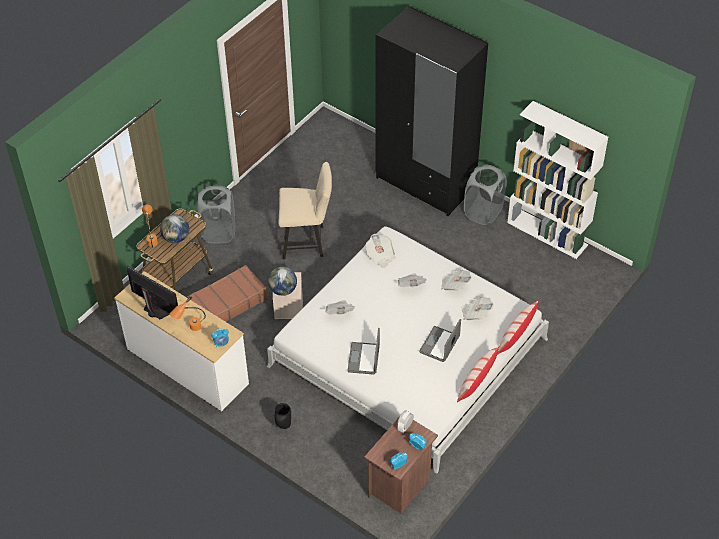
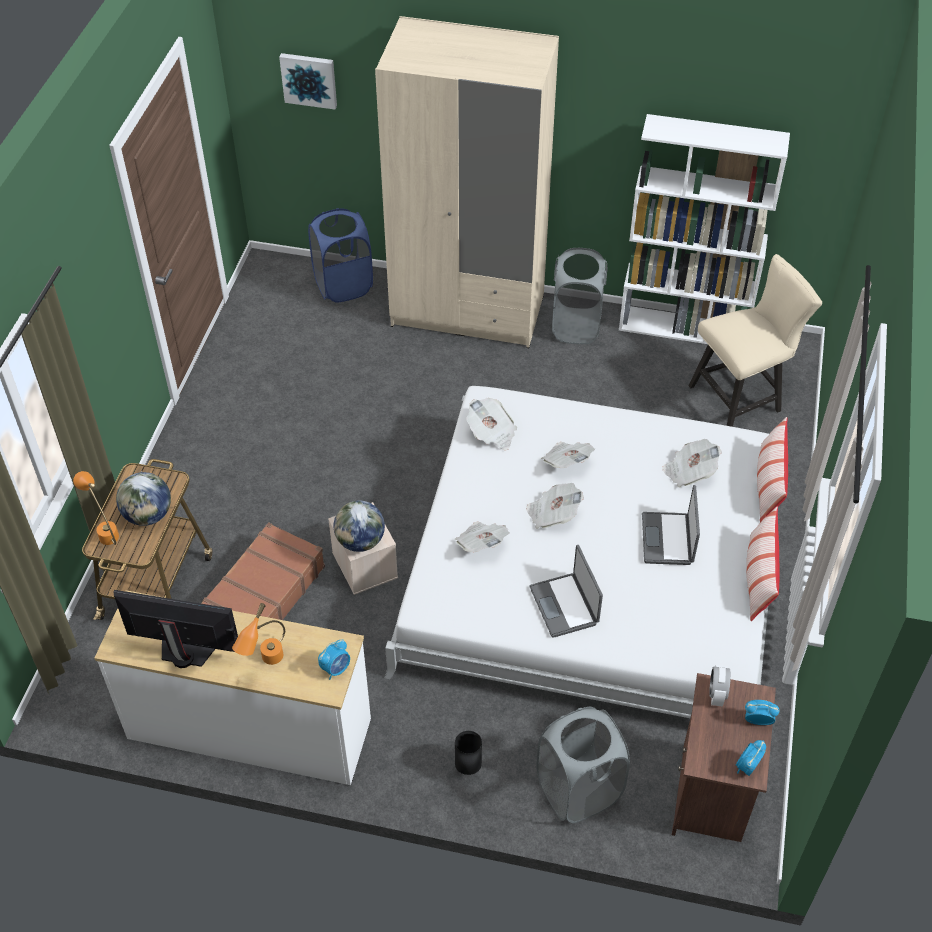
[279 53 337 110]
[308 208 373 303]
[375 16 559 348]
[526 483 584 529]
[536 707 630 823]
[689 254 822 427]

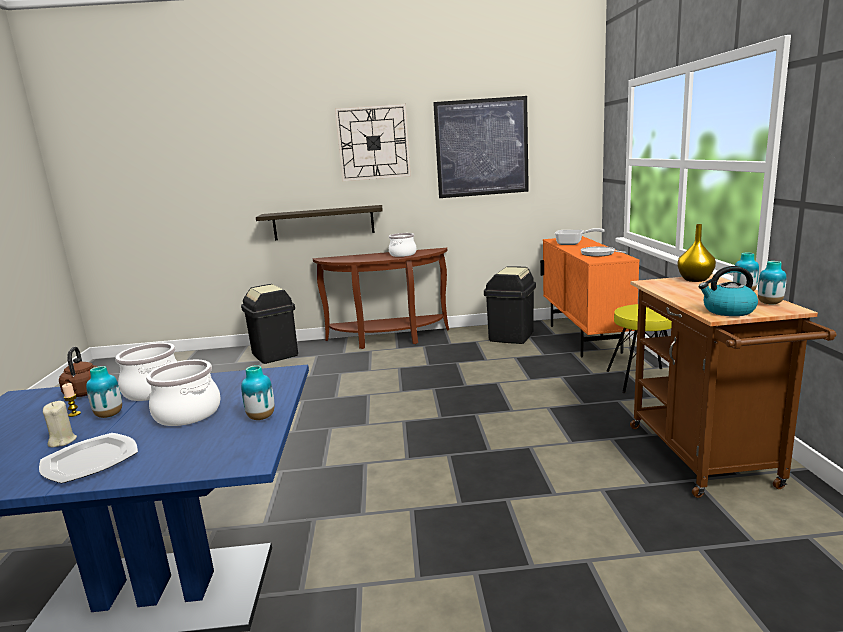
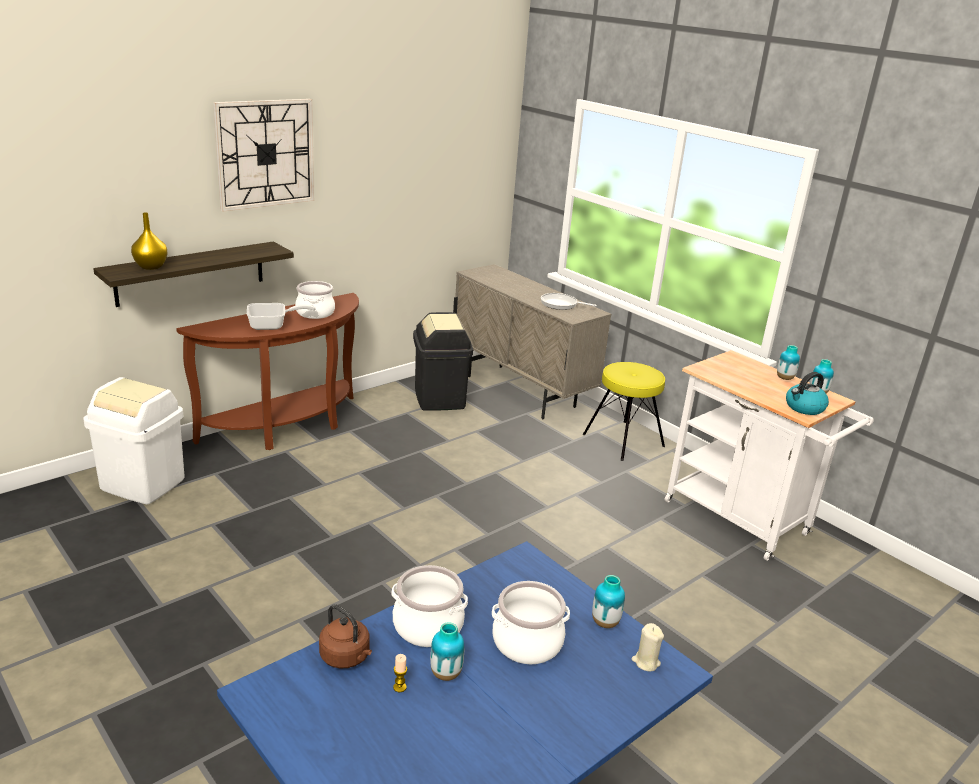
[83 377 185 504]
[131 213 168 270]
[247 303 316 330]
[453 264 611 420]
[631 623 664 671]
[665 350 873 561]
[39 433 138 483] (first image)
[433 96 529 198] (first image)

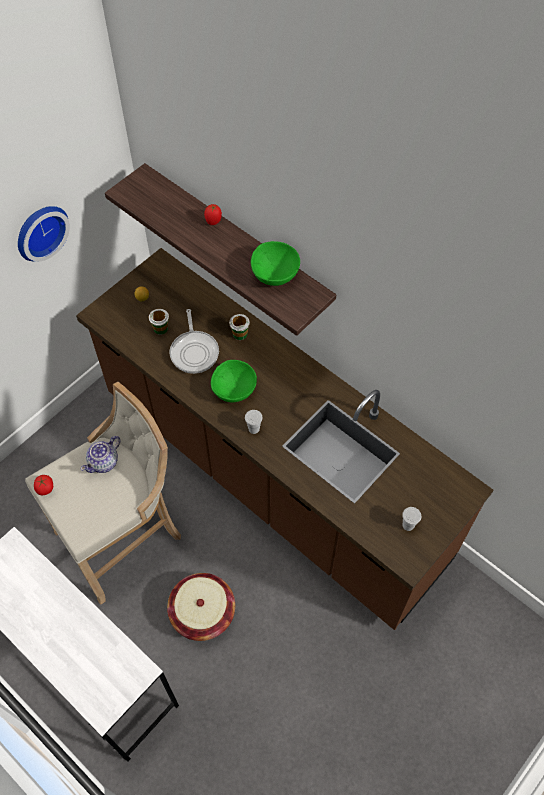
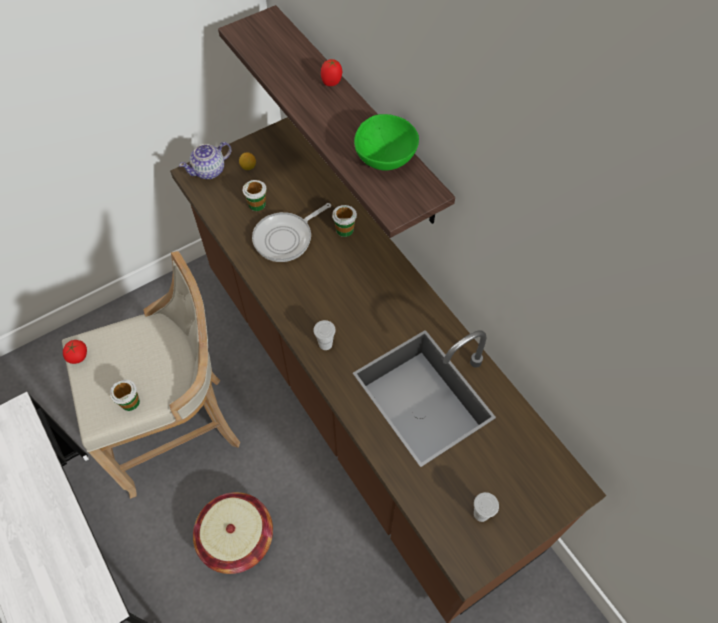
[110 380 140 411]
[179 142 231 179]
[252 203 331 262]
[18 206 70 262] (first image)
[211 360 257 402] (first image)

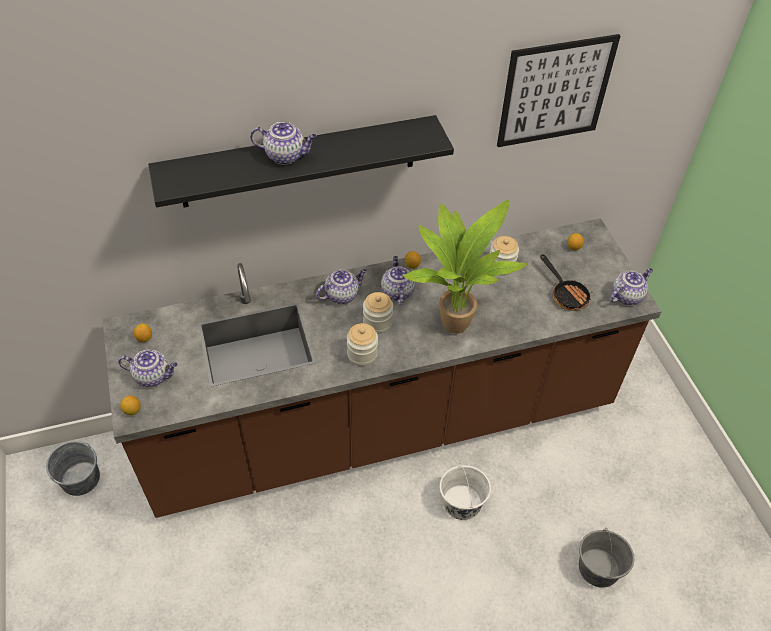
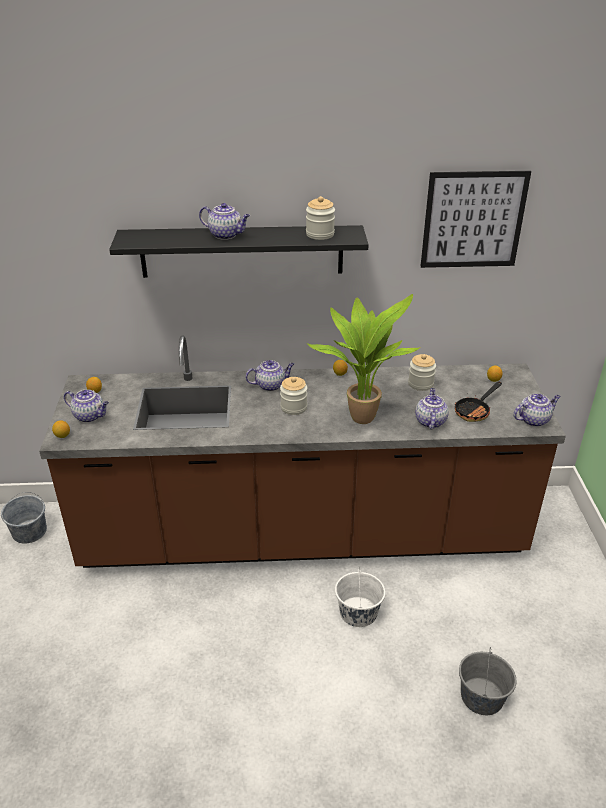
[306 196 335 240]
[415 388 449 429]
[455 382 502 422]

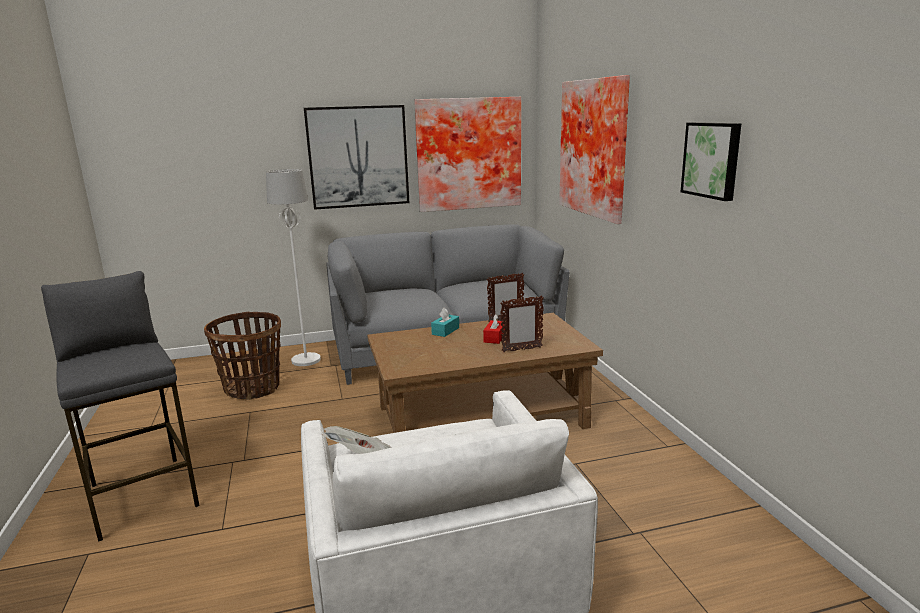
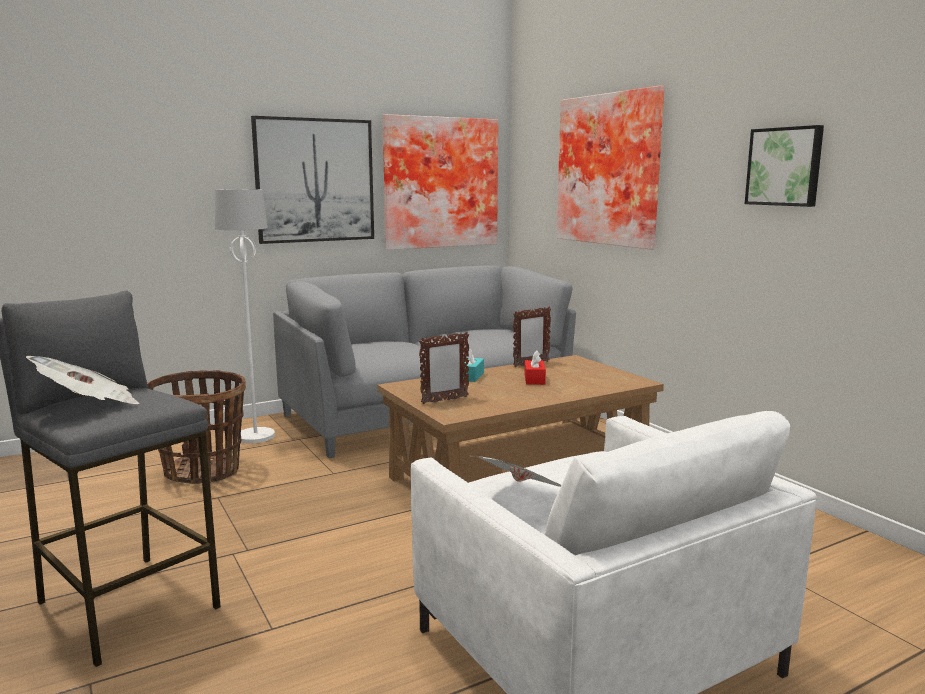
[26 356 139 404]
[419 332 469 404]

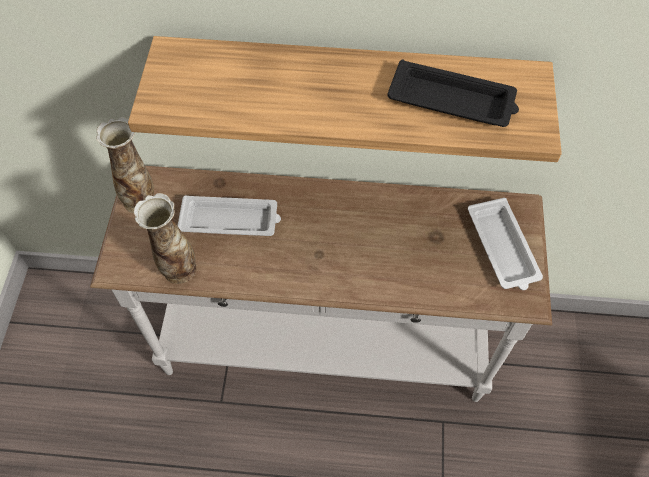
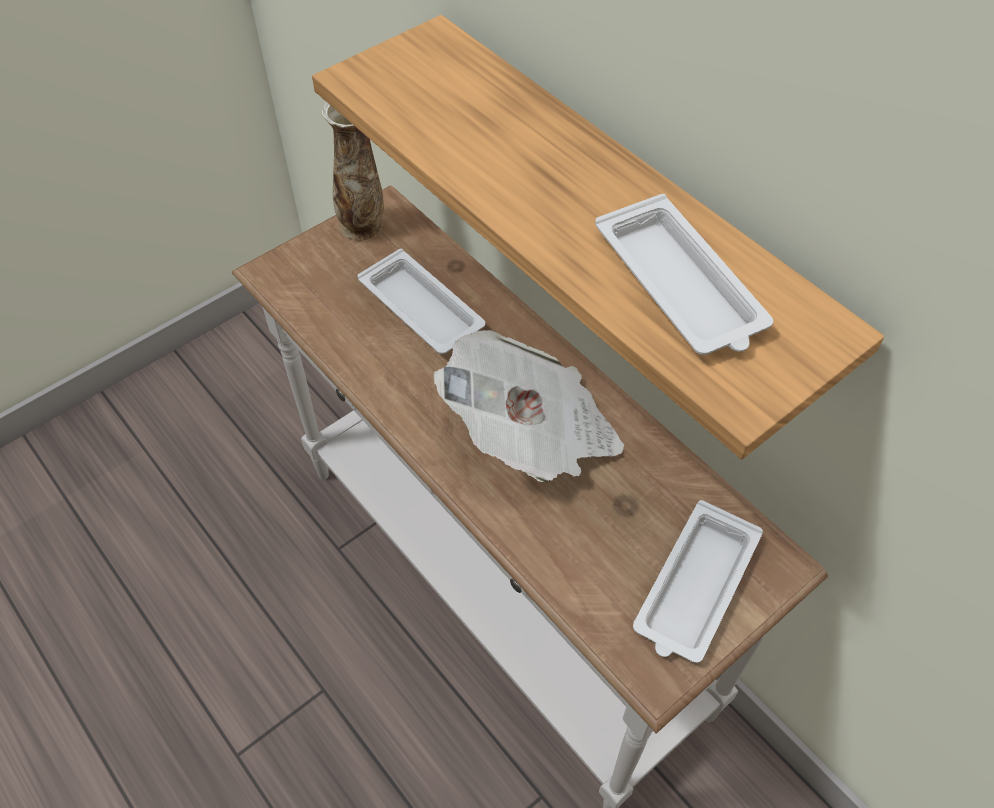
[433 330 624 482]
[595 194 773 355]
[134 193 196 284] (first image)

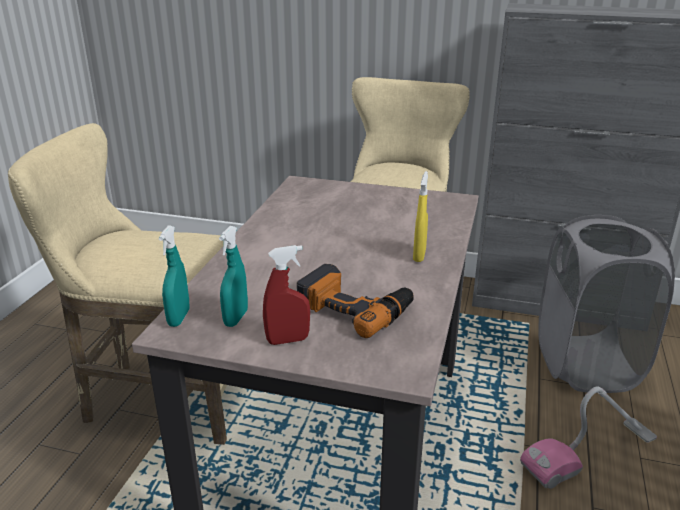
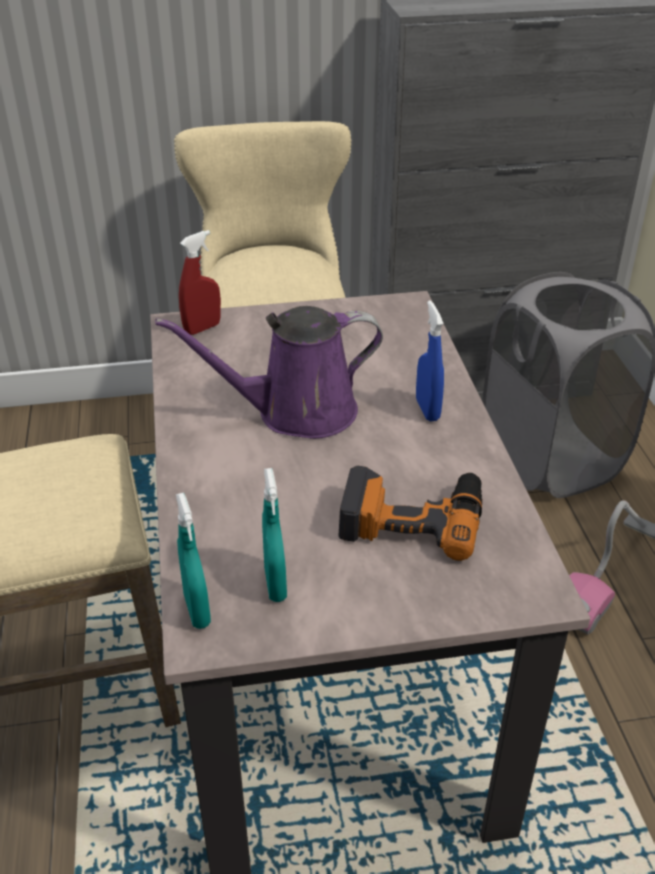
[155 306 383 439]
[179 230 221 335]
[416 300 444 421]

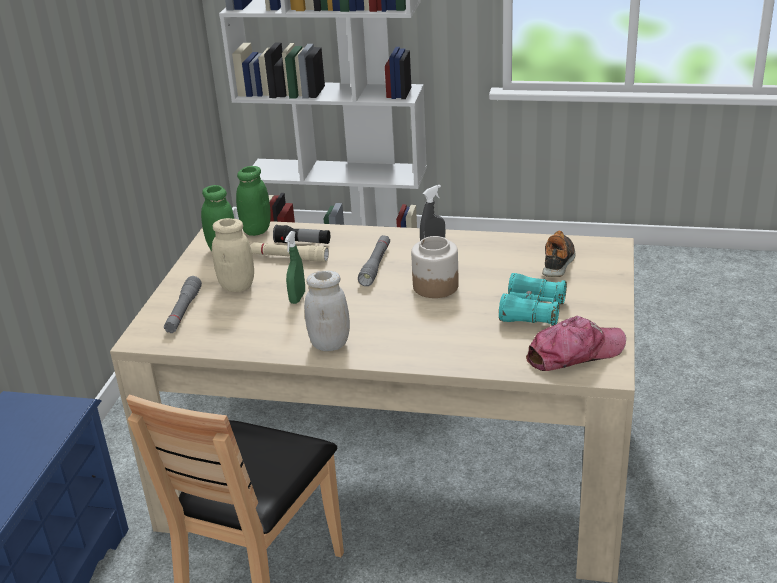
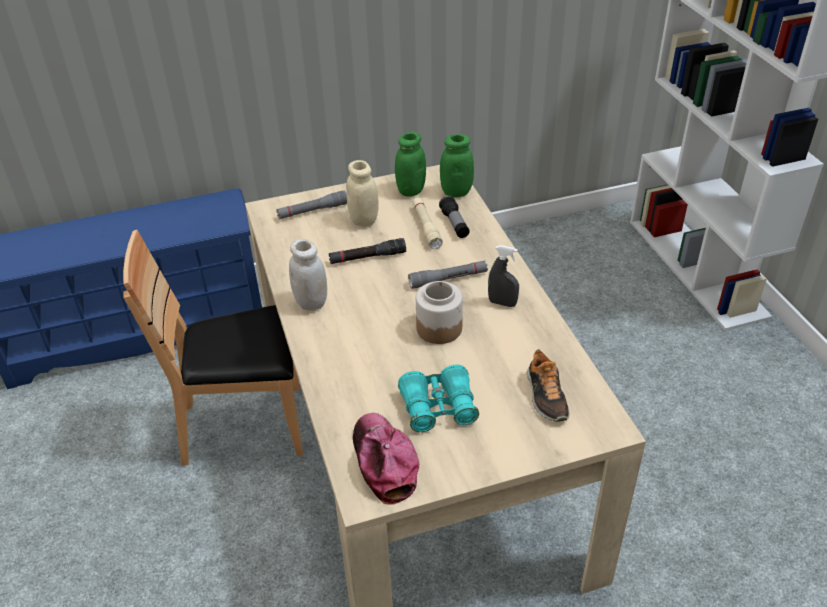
[329 238 406 264]
[353 413 419 505]
[527 349 570 421]

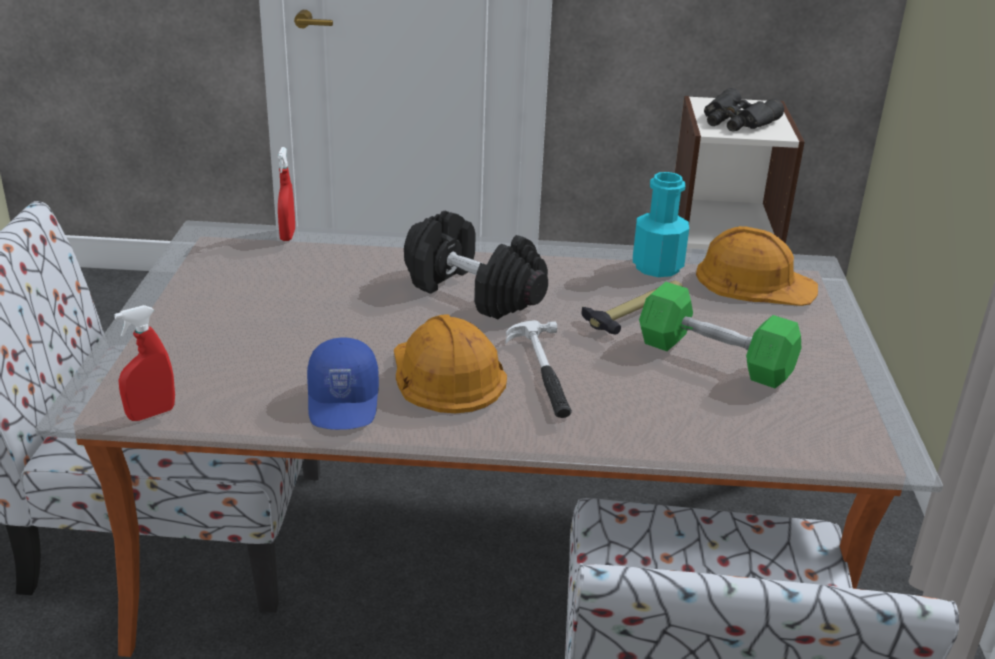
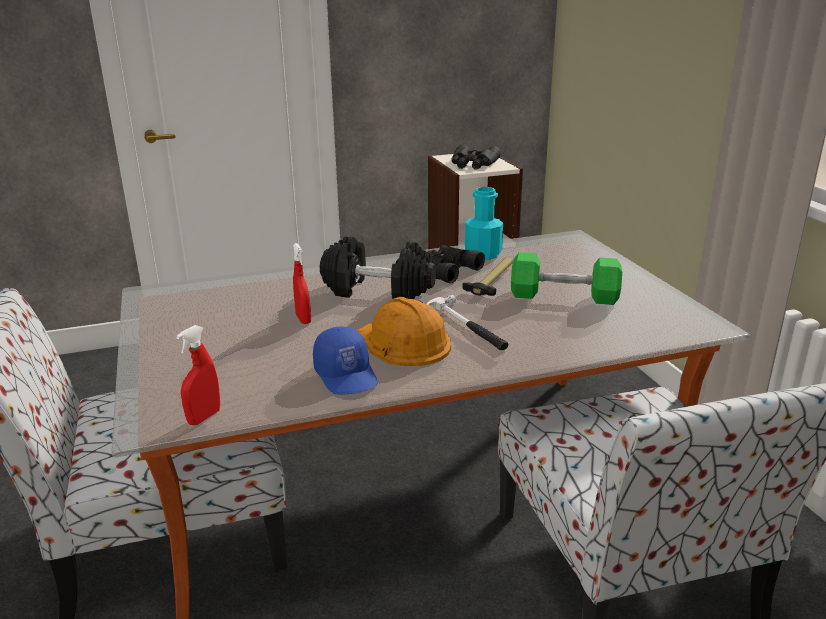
[293 243 311 324]
[427 245 485 283]
[696 226 818 306] (first image)

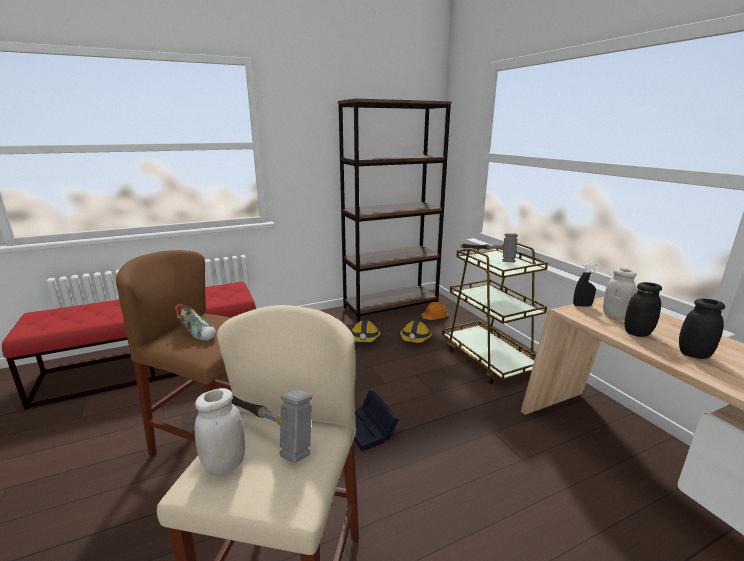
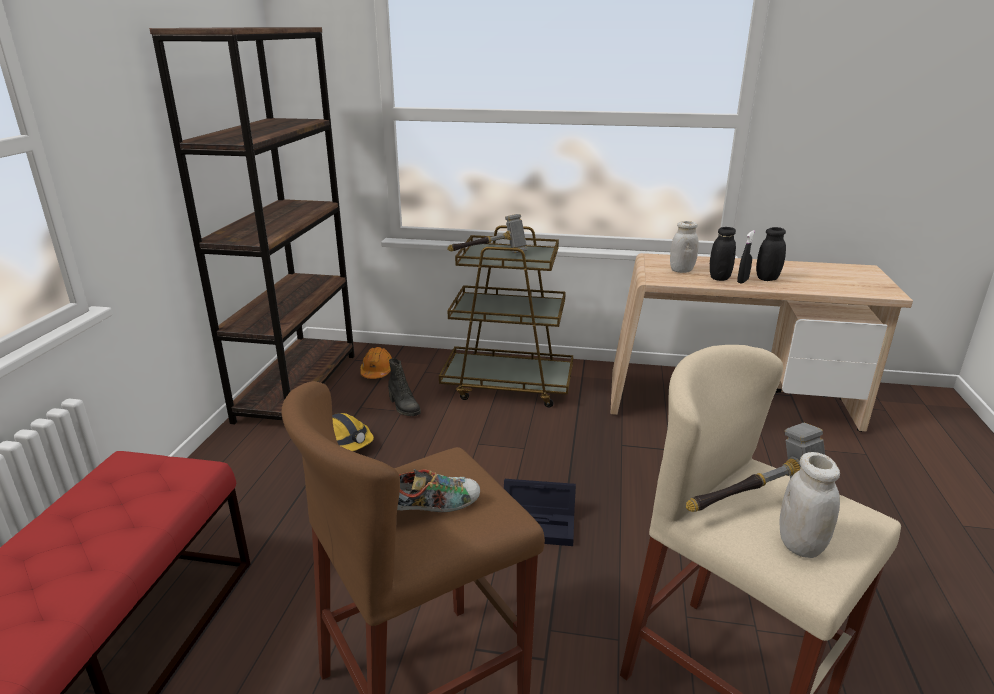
[388 358 421 416]
[737 230 755 283]

